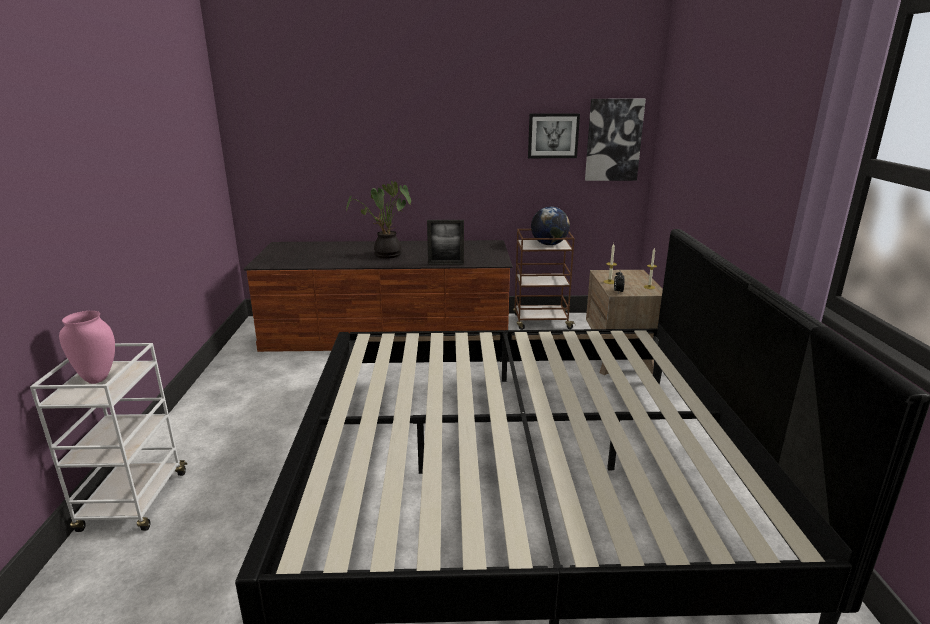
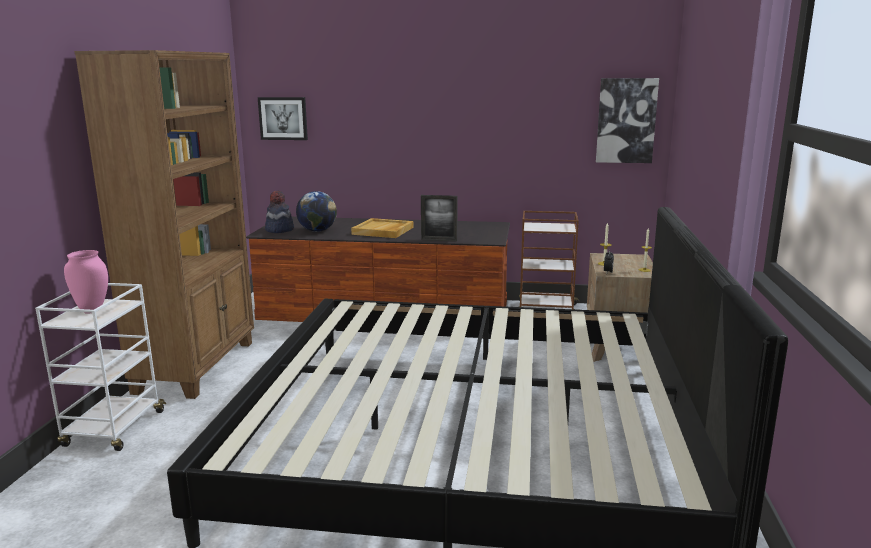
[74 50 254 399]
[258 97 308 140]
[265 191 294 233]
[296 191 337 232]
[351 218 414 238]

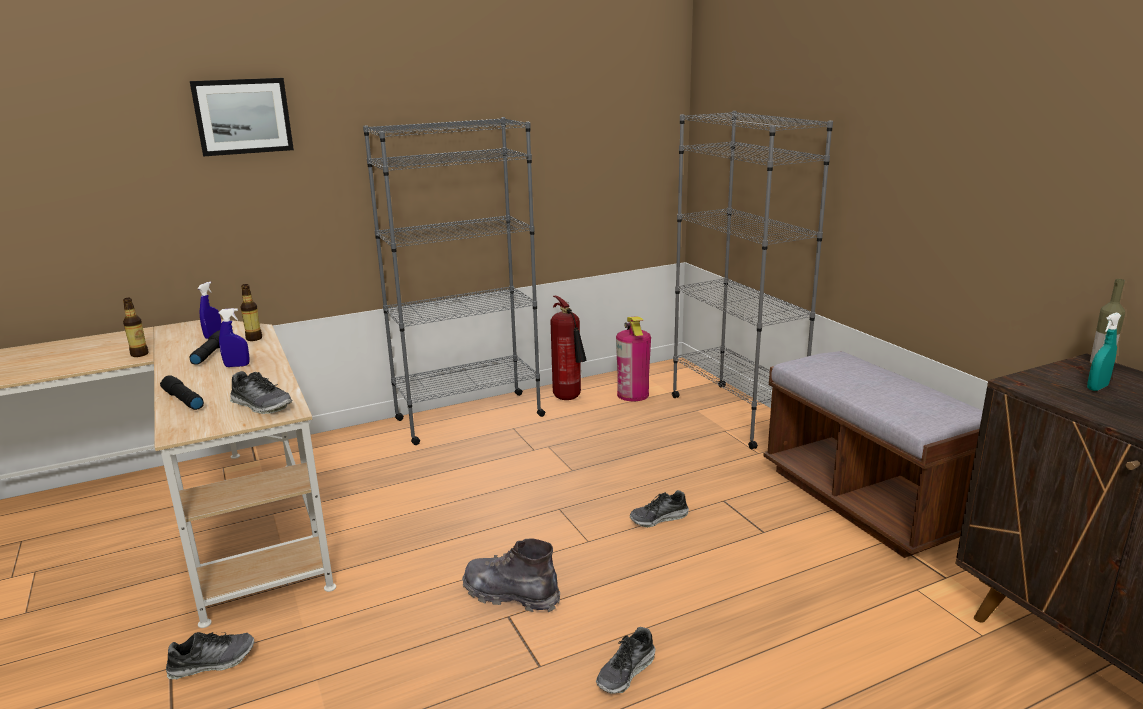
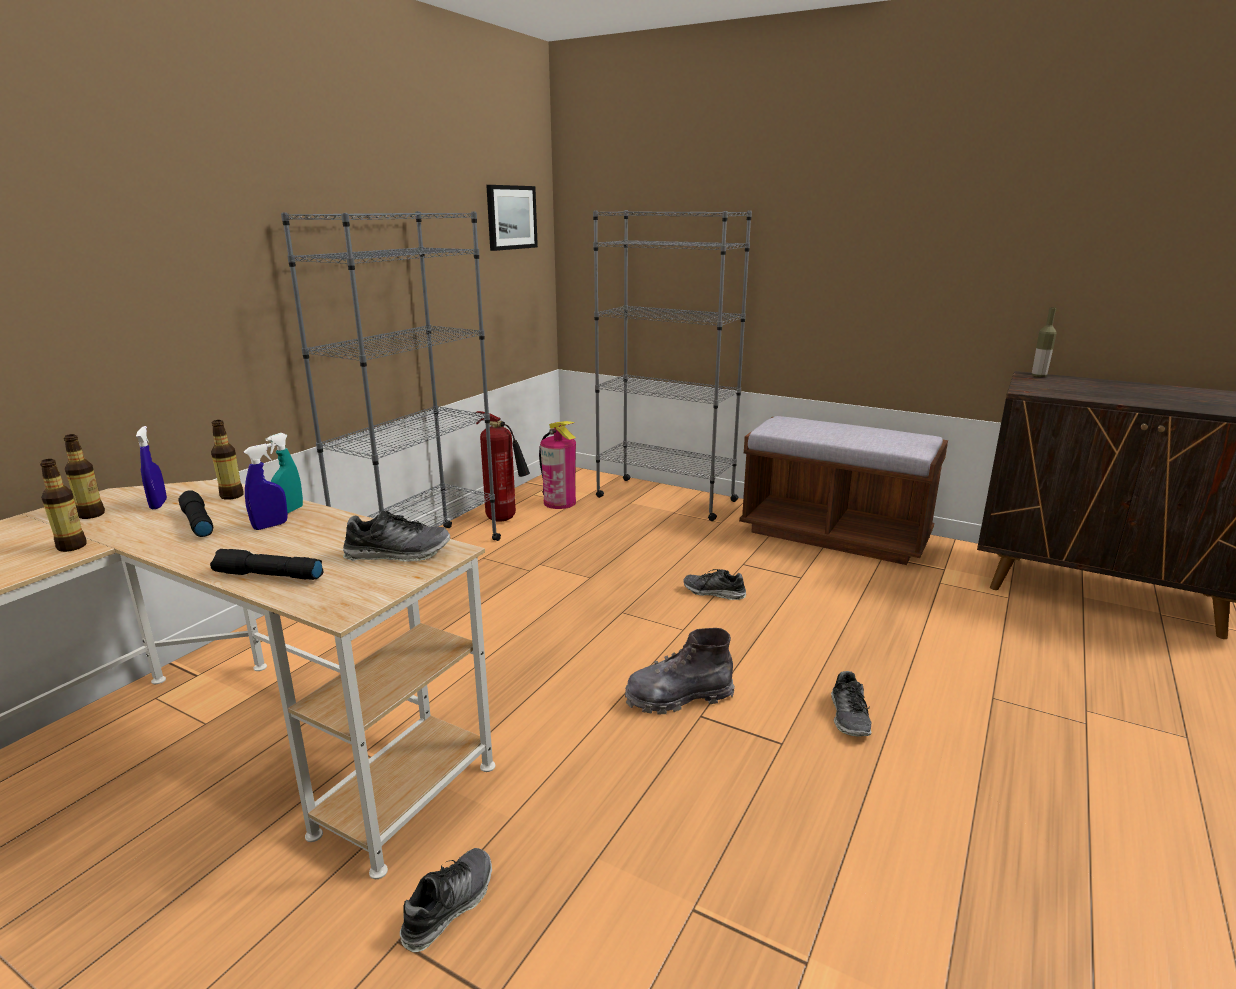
[63 434 105 519]
[266 433 303 513]
[486 185 538 251]
[683 569 746 600]

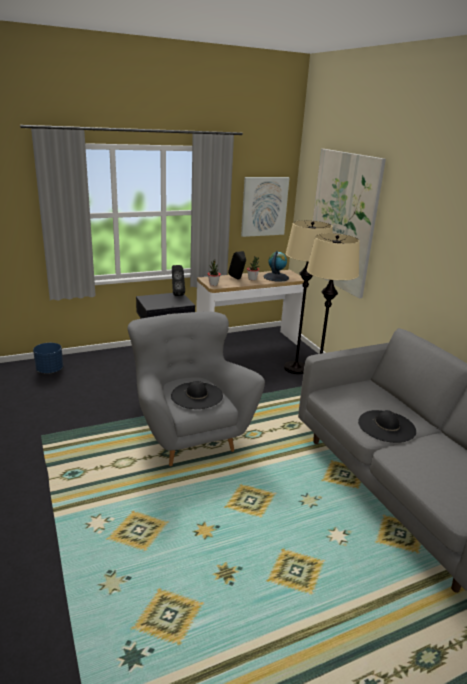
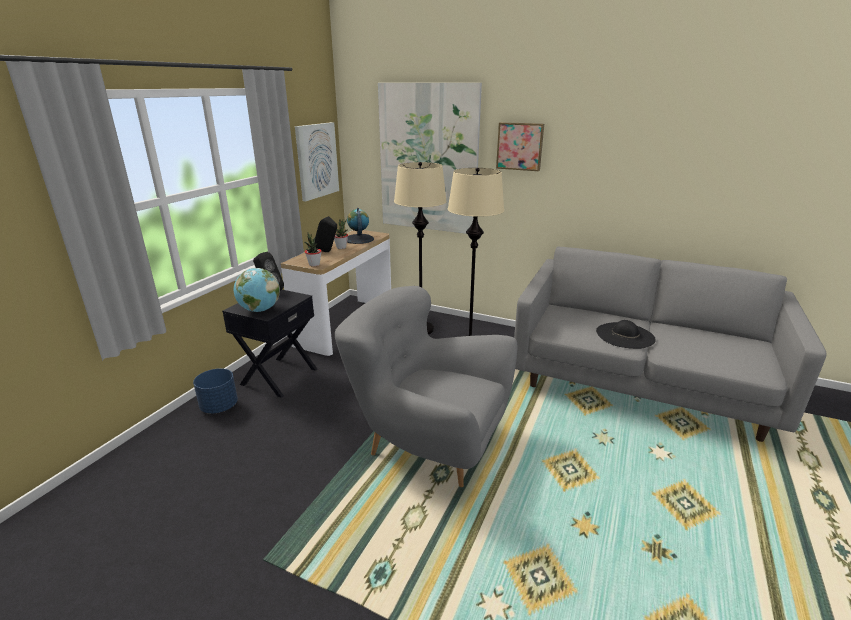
[193 368 238 414]
[234 268 280 312]
[496 122 544 171]
[171 381 223 409] (first image)

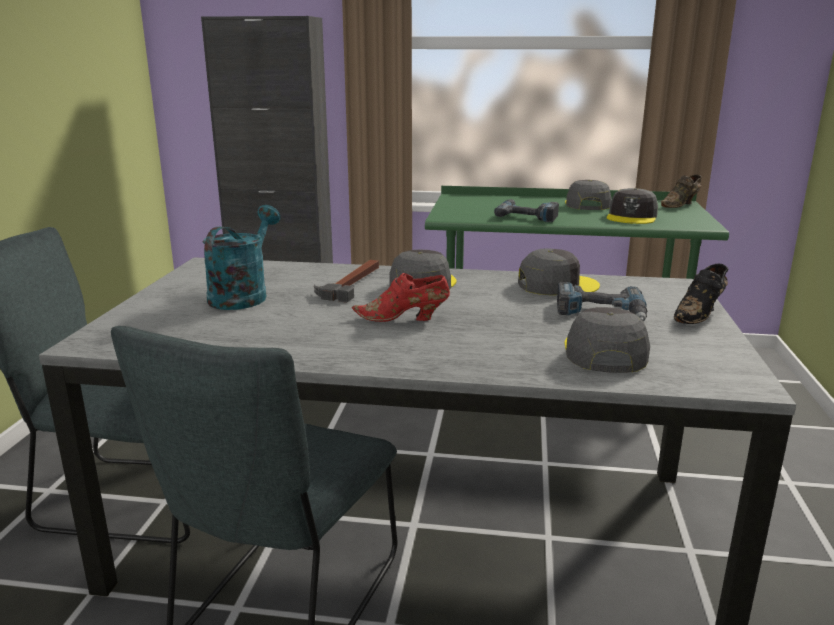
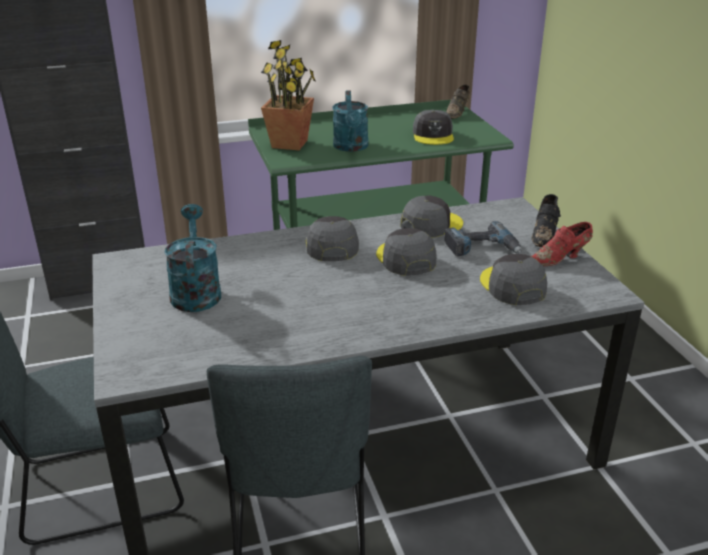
[261 40 316 150]
[333 90 369 152]
[376 228 436 276]
[531 222 593 266]
[314 260 379 303] (first image)

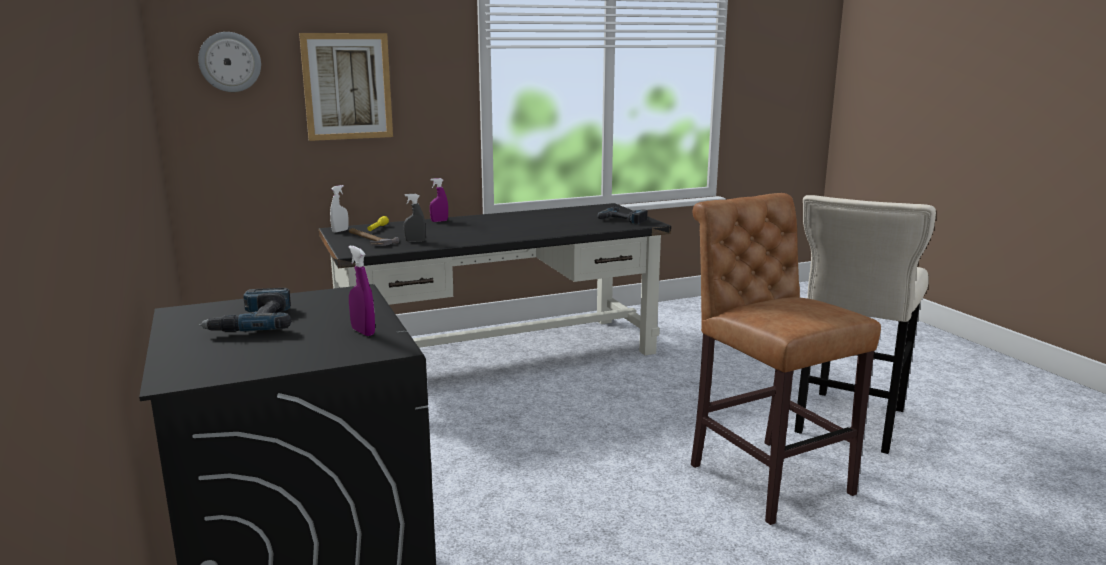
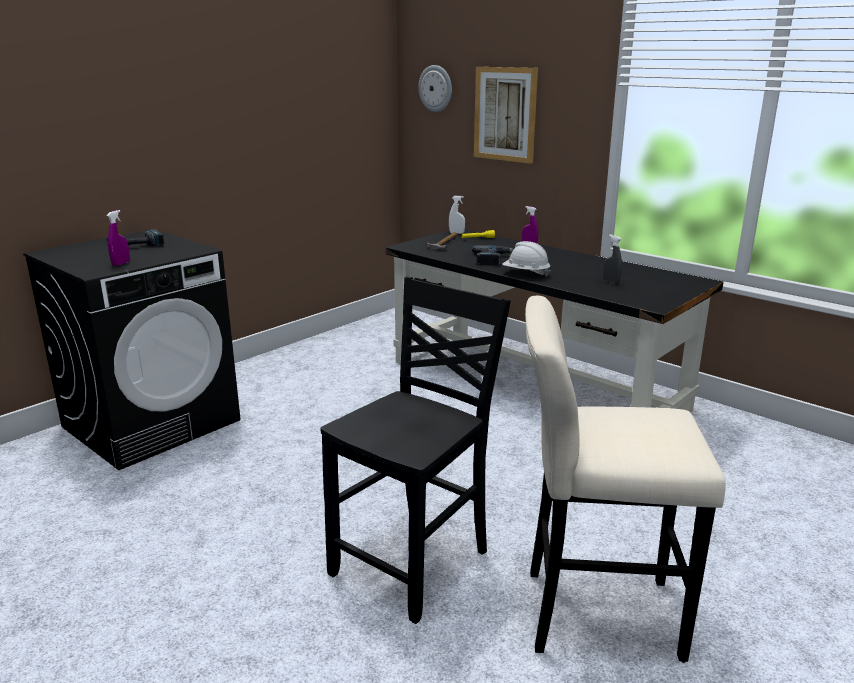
[321 277 511 624]
[472 245 513 265]
[502 241 551 277]
[603 234 622 284]

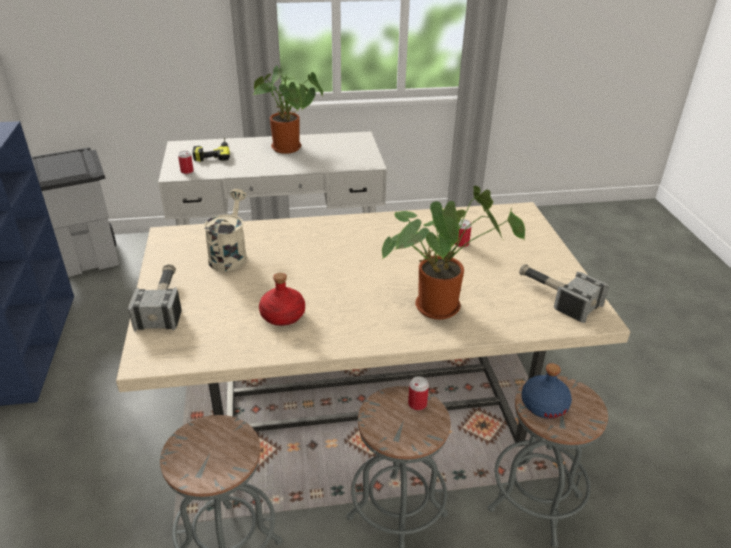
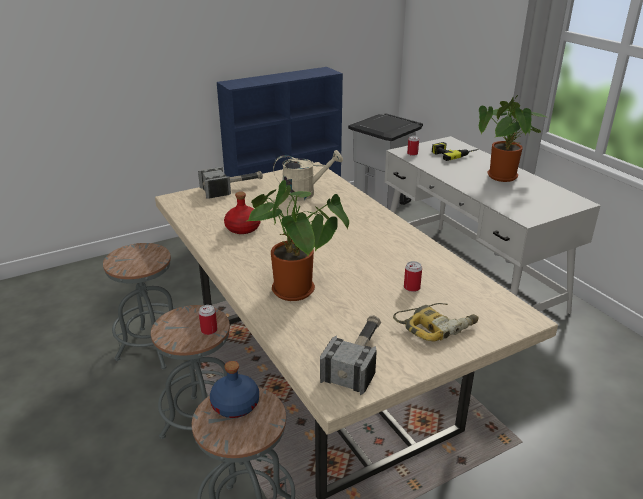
[393 303 479 341]

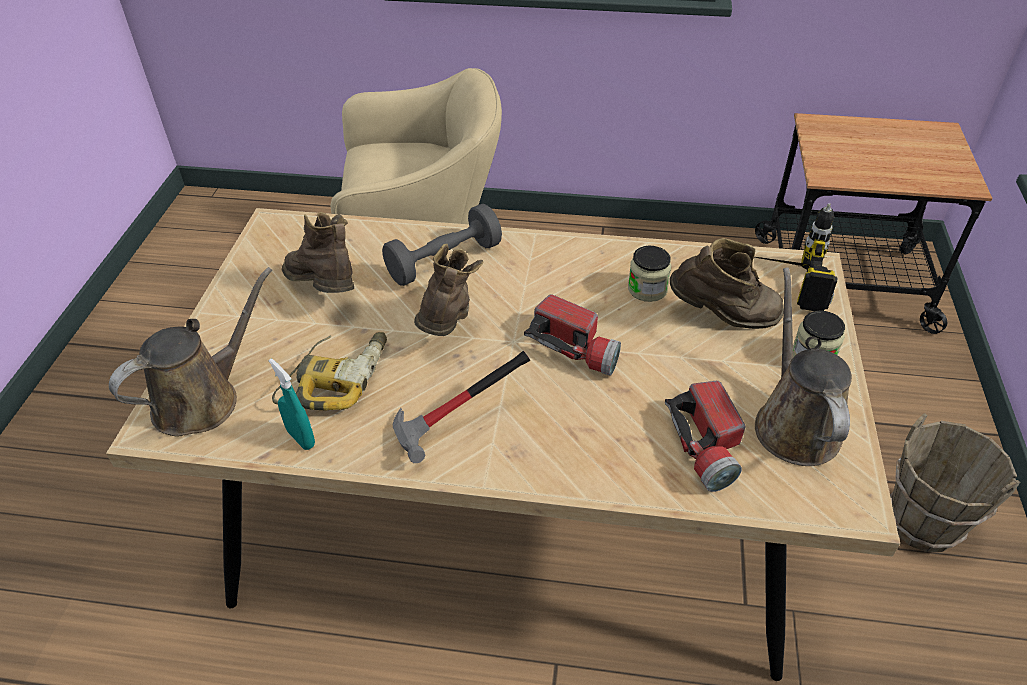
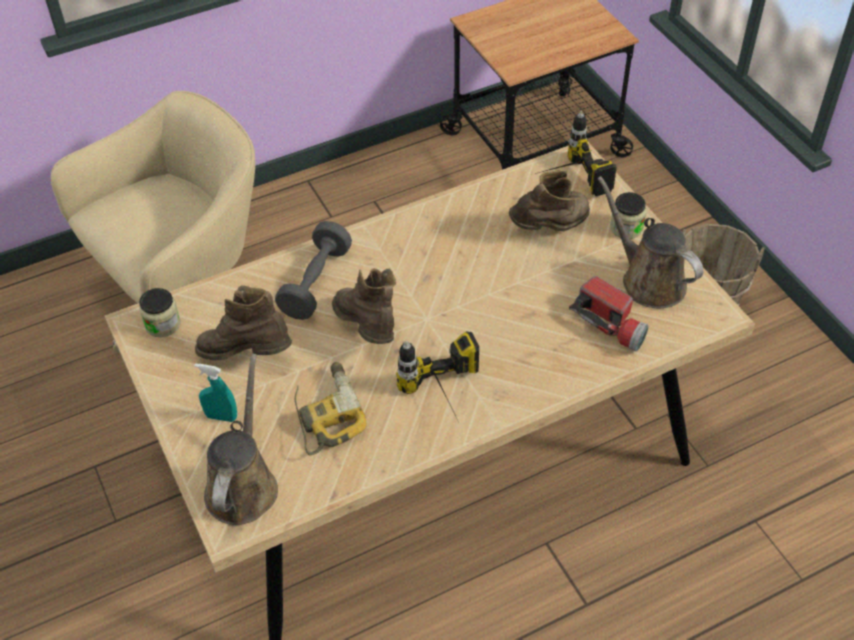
[139 288 181 337]
[195 363 237 422]
[396 332 479 418]
[524 294 621 376] (first image)

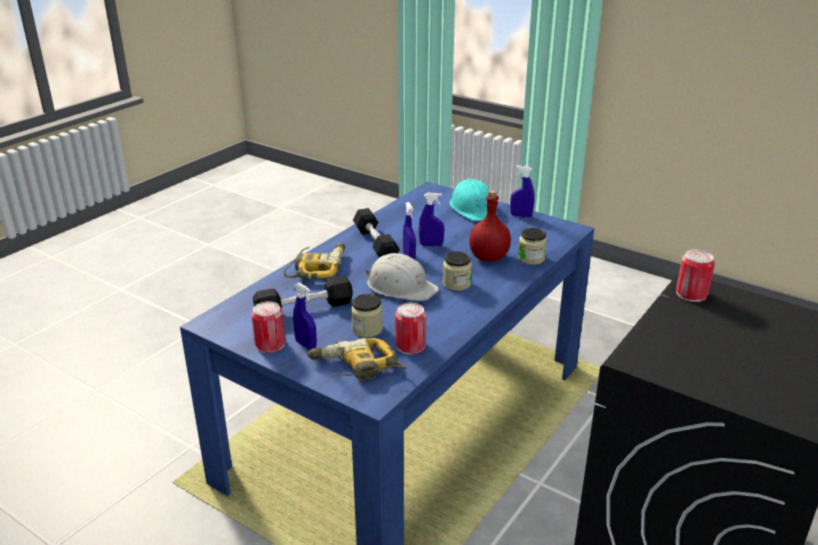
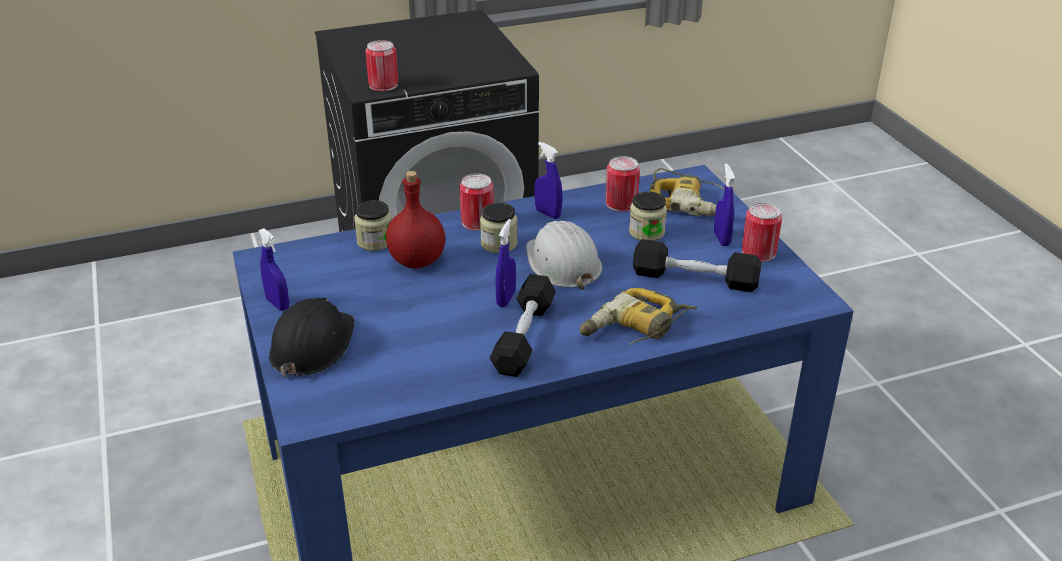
[269 297 355 379]
[459 174 494 231]
[534 142 563 219]

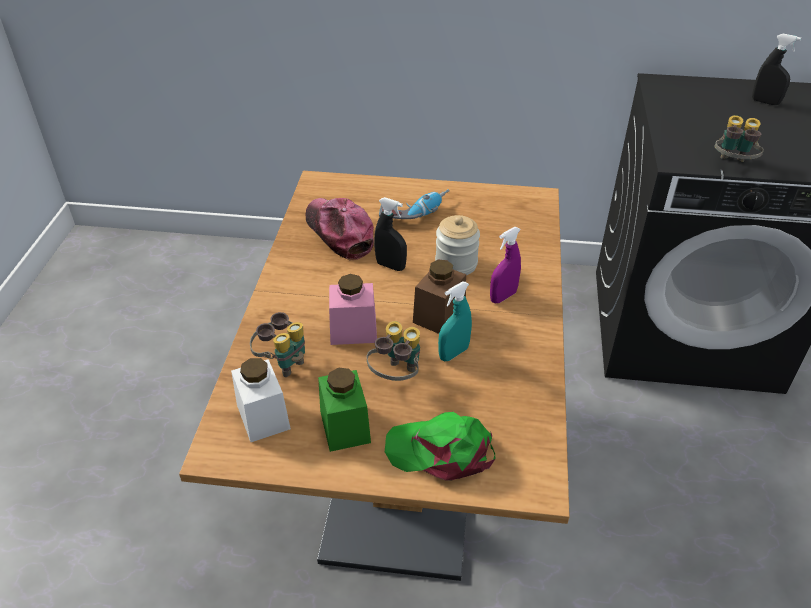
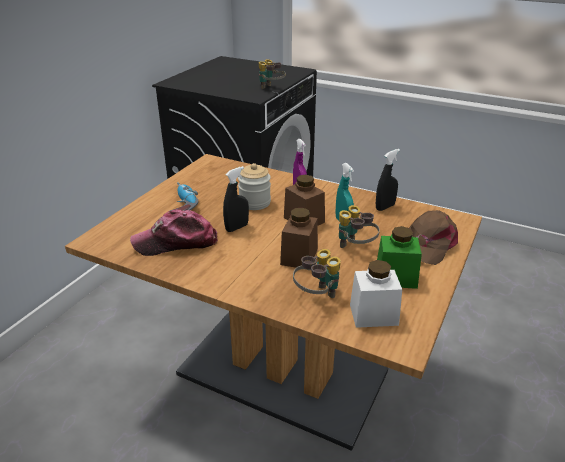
[280 208 318 268]
[376 149 400 211]
[409 210 458 265]

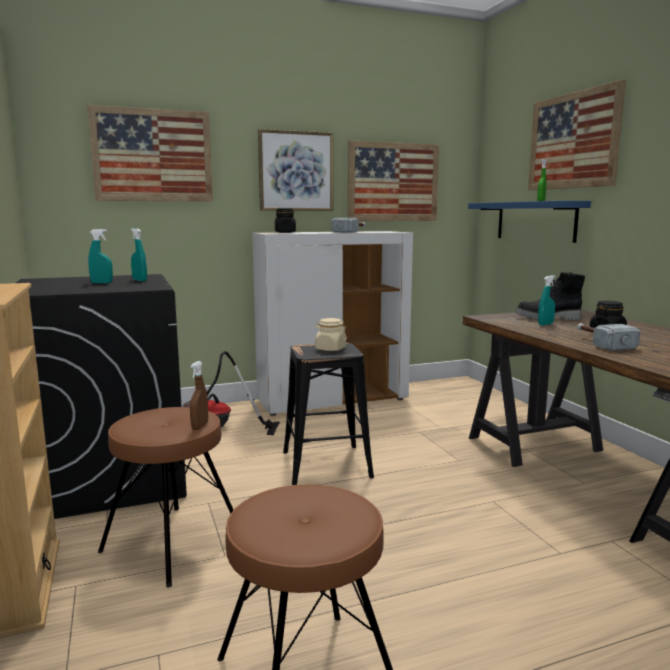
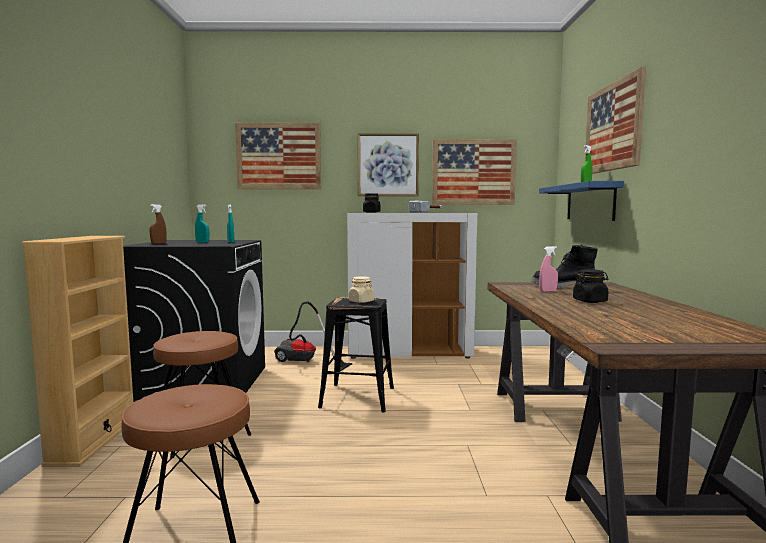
[150 204 167 244]
[539 246 558 292]
[577 323 640 351] (first image)

